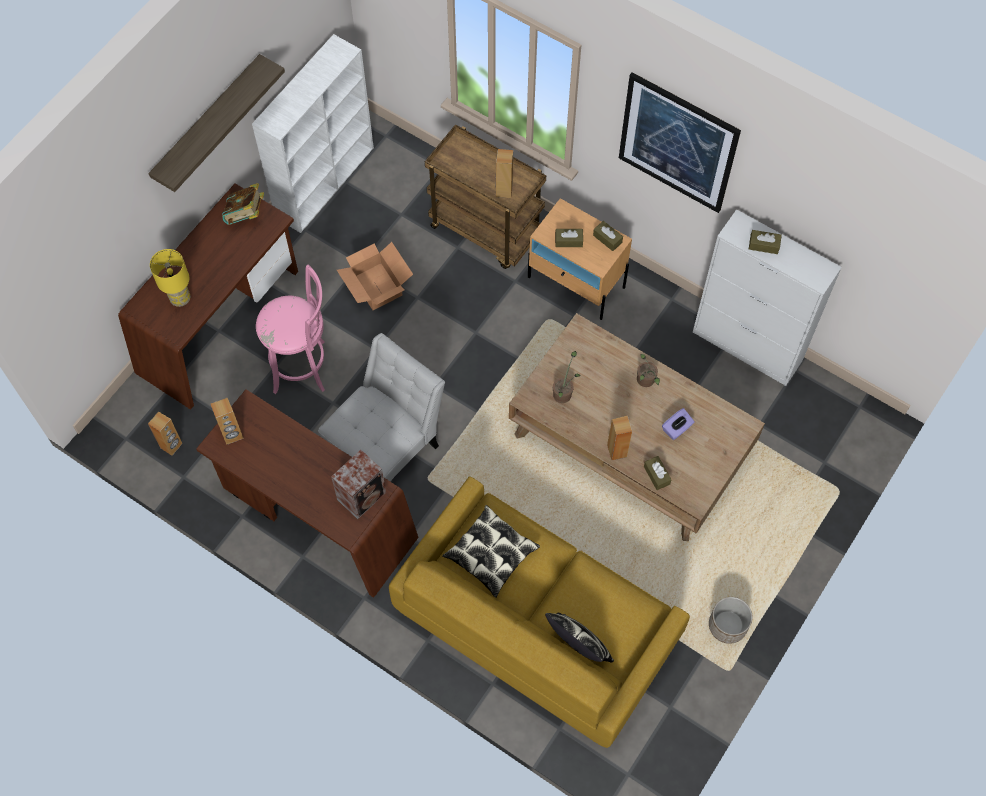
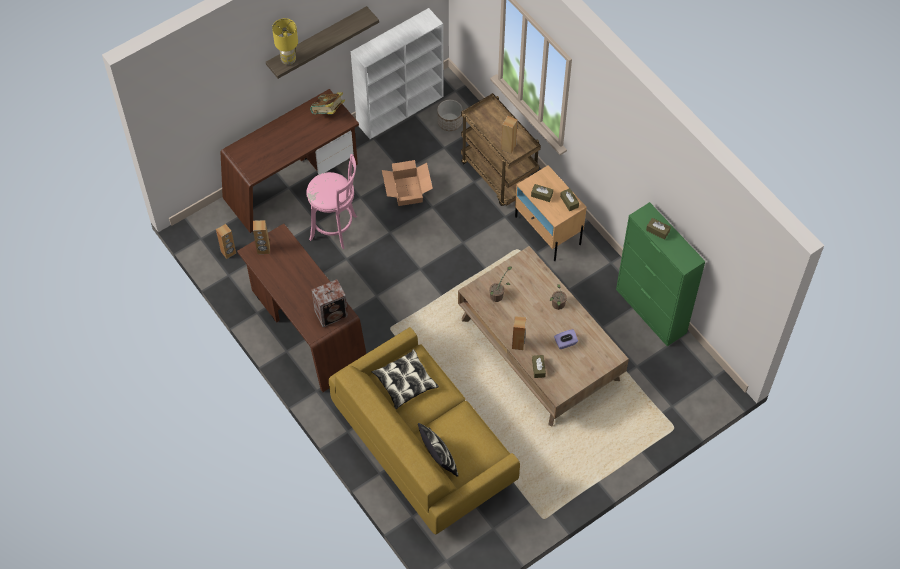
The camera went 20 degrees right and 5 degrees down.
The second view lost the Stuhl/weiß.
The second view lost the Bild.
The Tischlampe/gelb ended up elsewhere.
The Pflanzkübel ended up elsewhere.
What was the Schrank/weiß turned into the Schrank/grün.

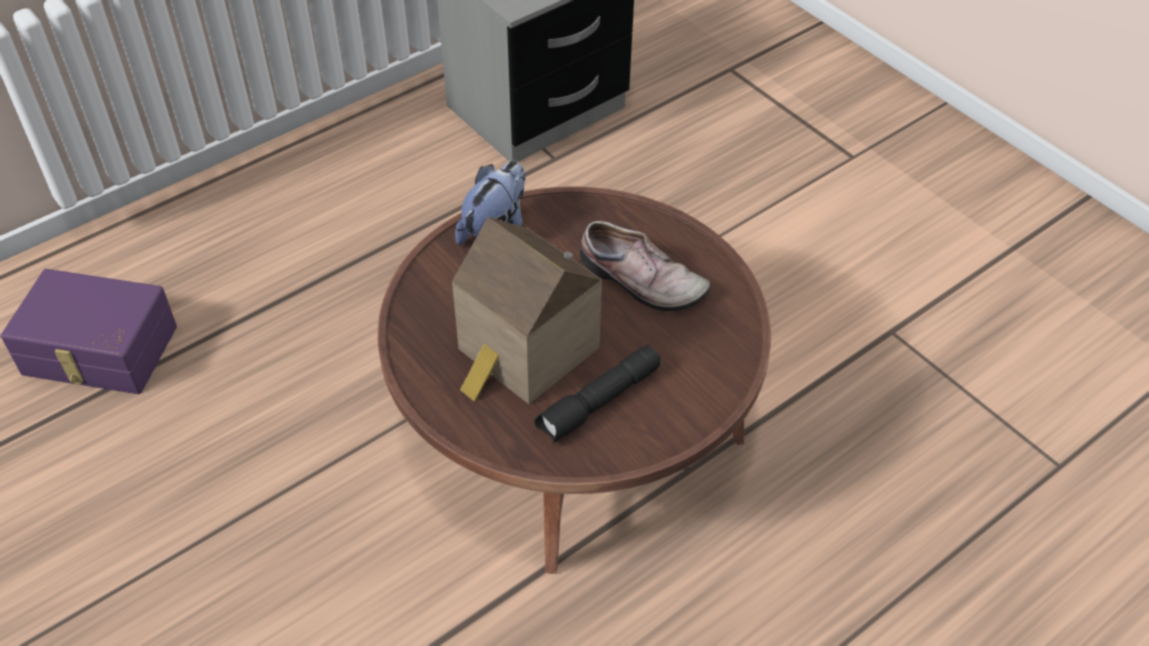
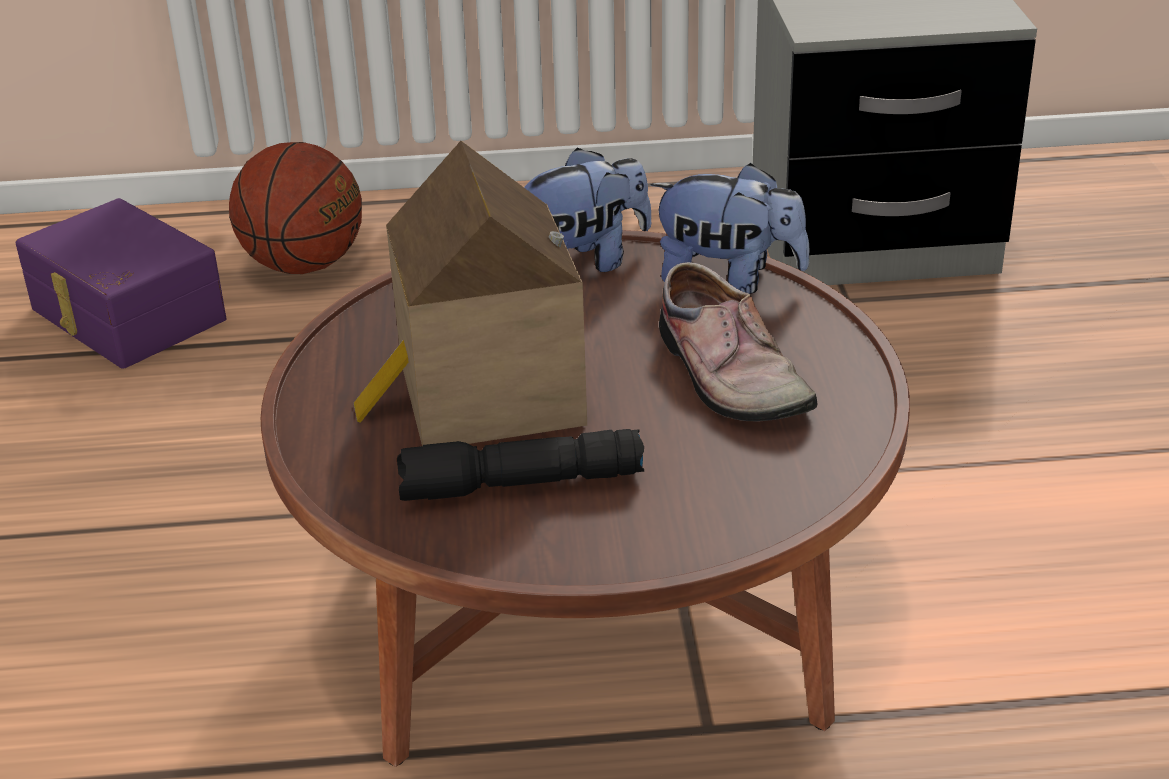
The camera went 35 degrees right and 15 degrees down.
The second view gained the Basketball.
The second view gained the Plüschtier (2nd from left).

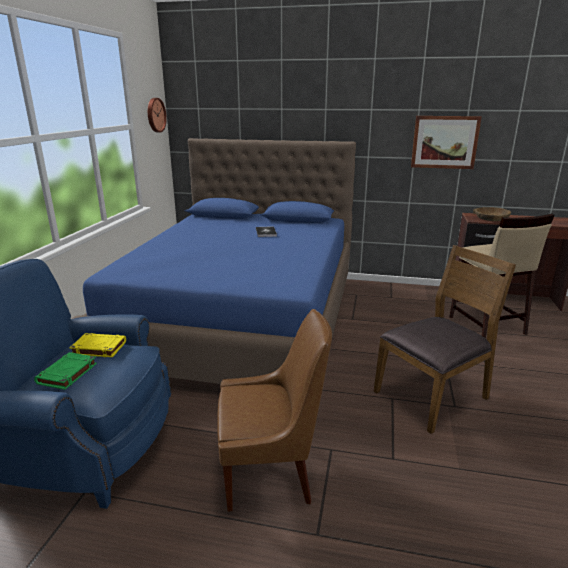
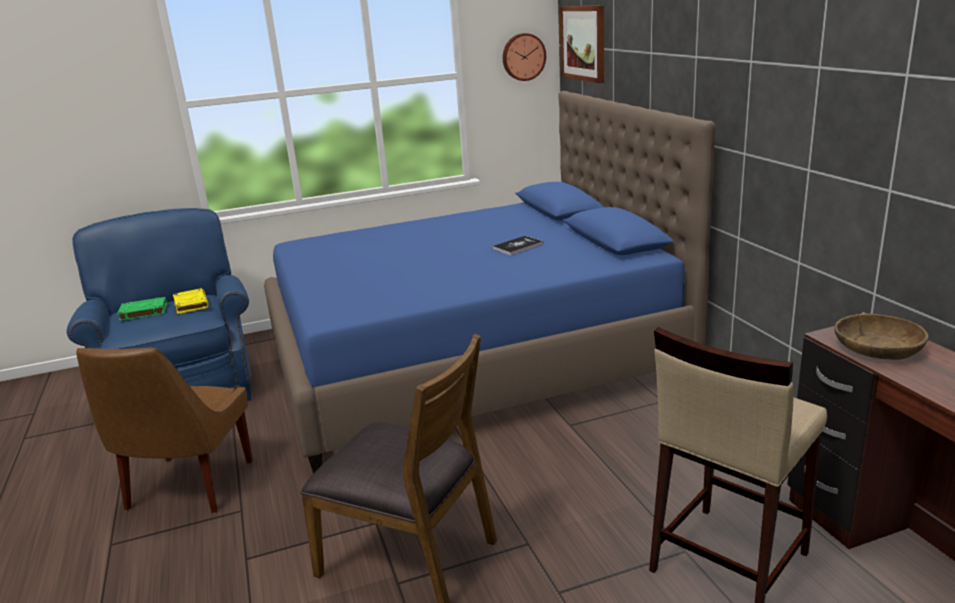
The camera went 60 degrees right and 0 degrees up.
The Bild ended up elsewhere.
The Stuhl/braun (1st from left) ended up facing another way, 45 degrees clockwise from before.

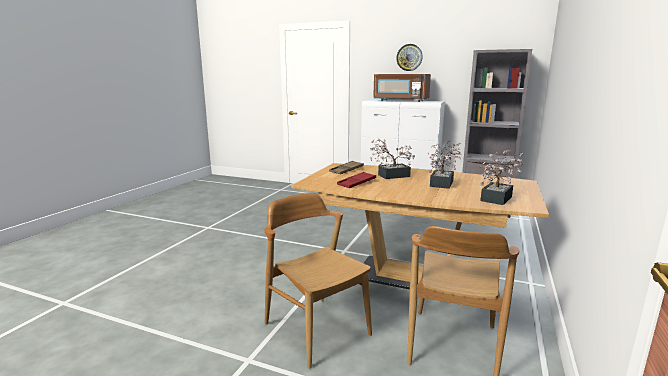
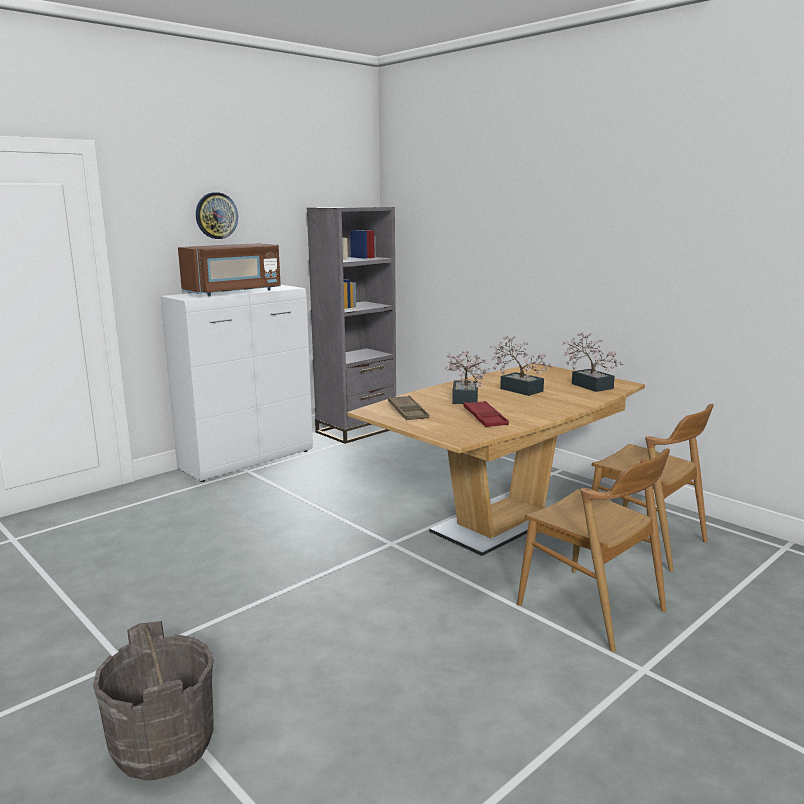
The camera went 65 degrees left and 0 degrees up.
The second view gained the Eimer/grau.
The Stuhl/braun (1st from left) ended up facing another way, 120 degrees counterclockwise from before.

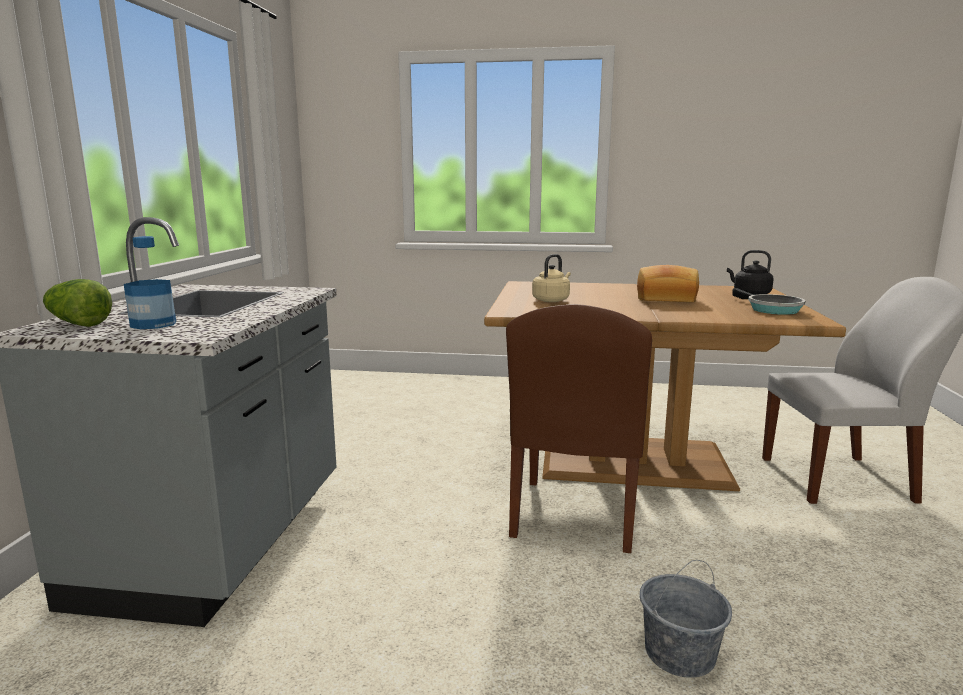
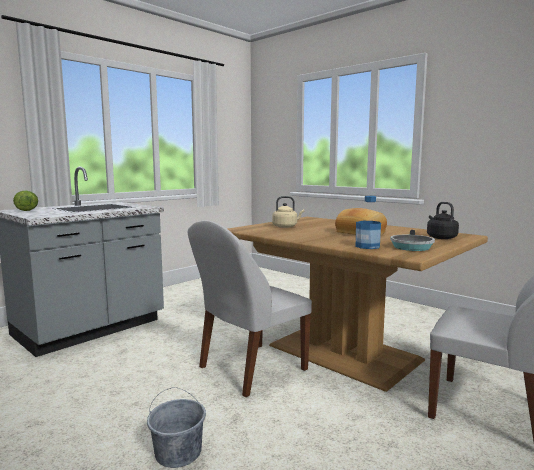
The camera went 35 degrees right and 5 degrees down.
The Flasche ended up elsewhere.
What was the Stuhl/braun turned into the Stuhl/weiß (1st from left).

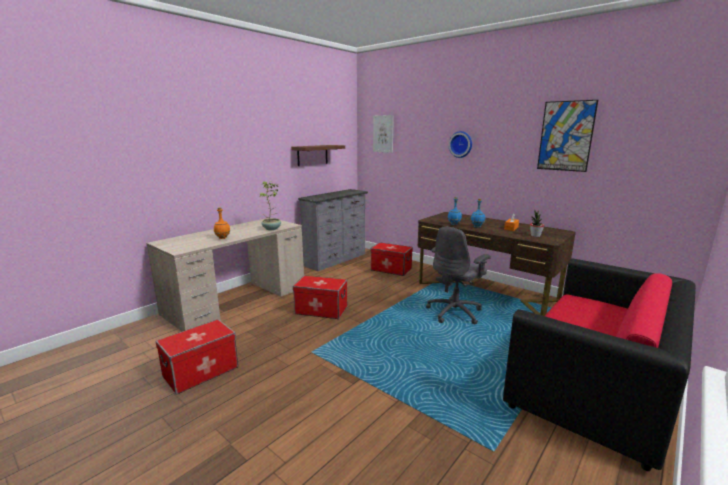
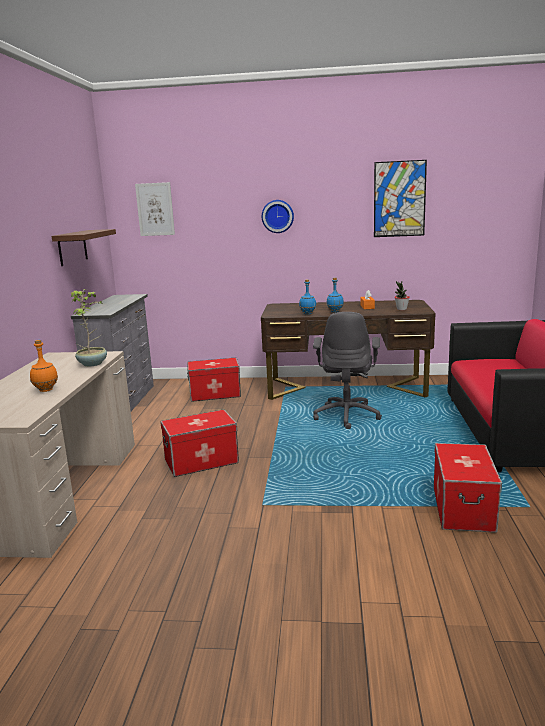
The camera went 35 degrees left and 0 degrees up.
The Aufbewahrungsbox (1st from left in the first image) ended up elsewhere.

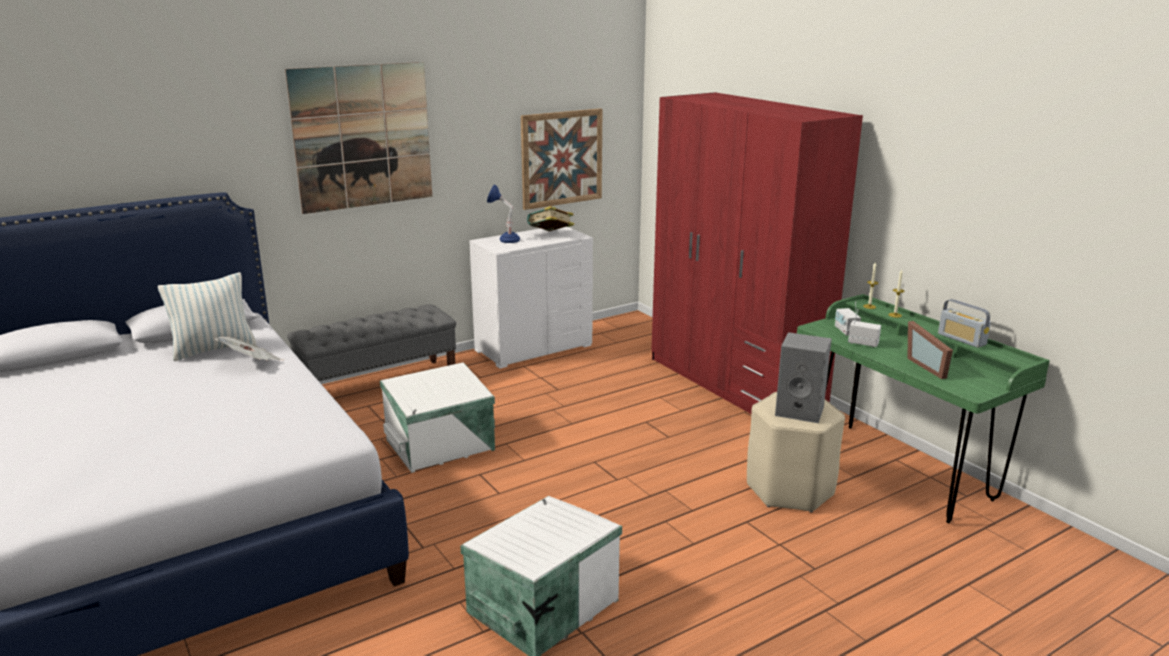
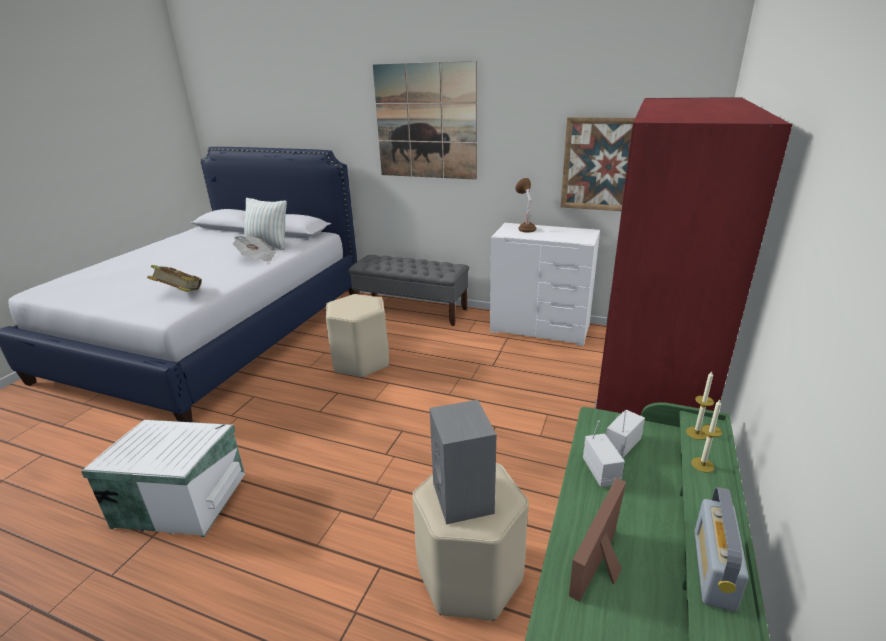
The camera went 55 degrees right and 5 degrees up.
The Buch ended up elsewhere.
Where the Aufbewahrungsbox/weiß (1st from left) stood, the Hocker/beige (1st from left) came to stand.
What was the Tischlampe/blau turned into the Tischlampe/braun.

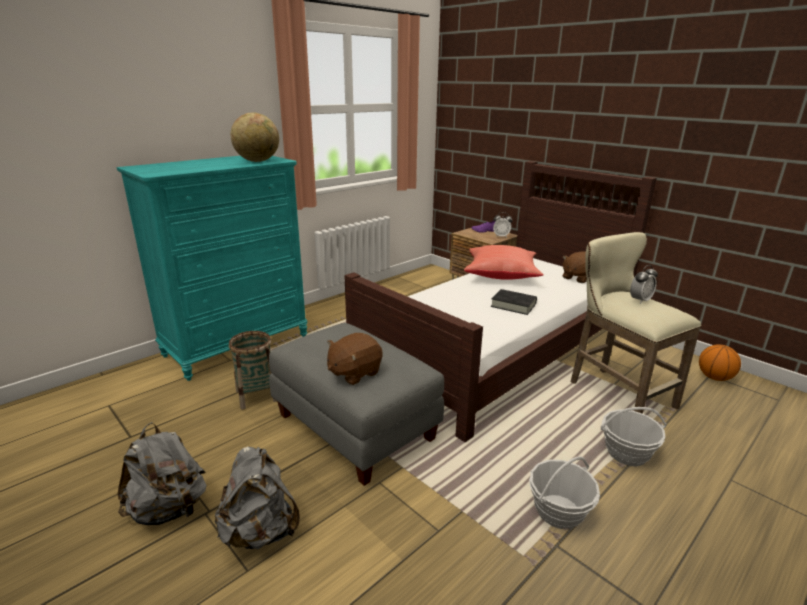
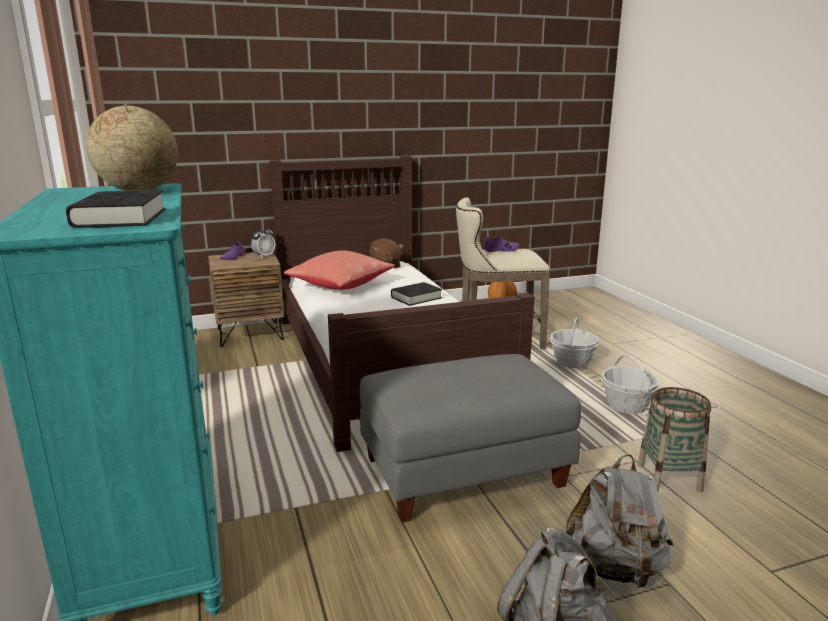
The camera went 65 degrees left and 5 degrees down.
The second view lost the Plüschtier/braun (1st from left).
The second view gained the Buch/schwarz (1st from left).
The Korb (1st from left in the first image) ended up elsewhere.
Where the Wecker (2nd from left) stood, the Schuh/lila (2nd from left) came to stand.

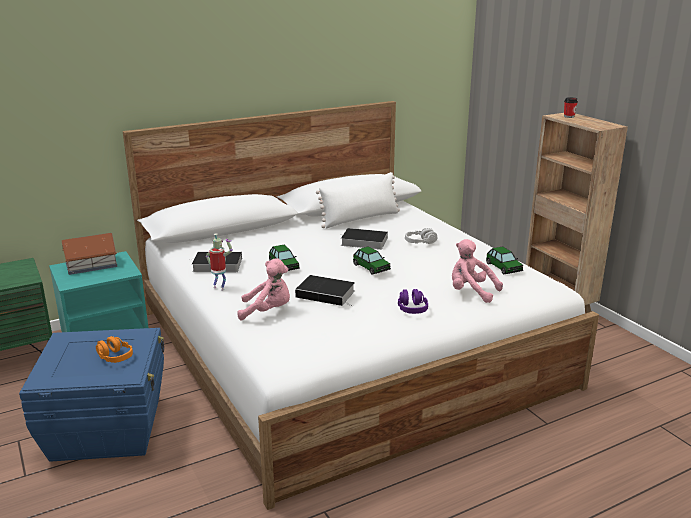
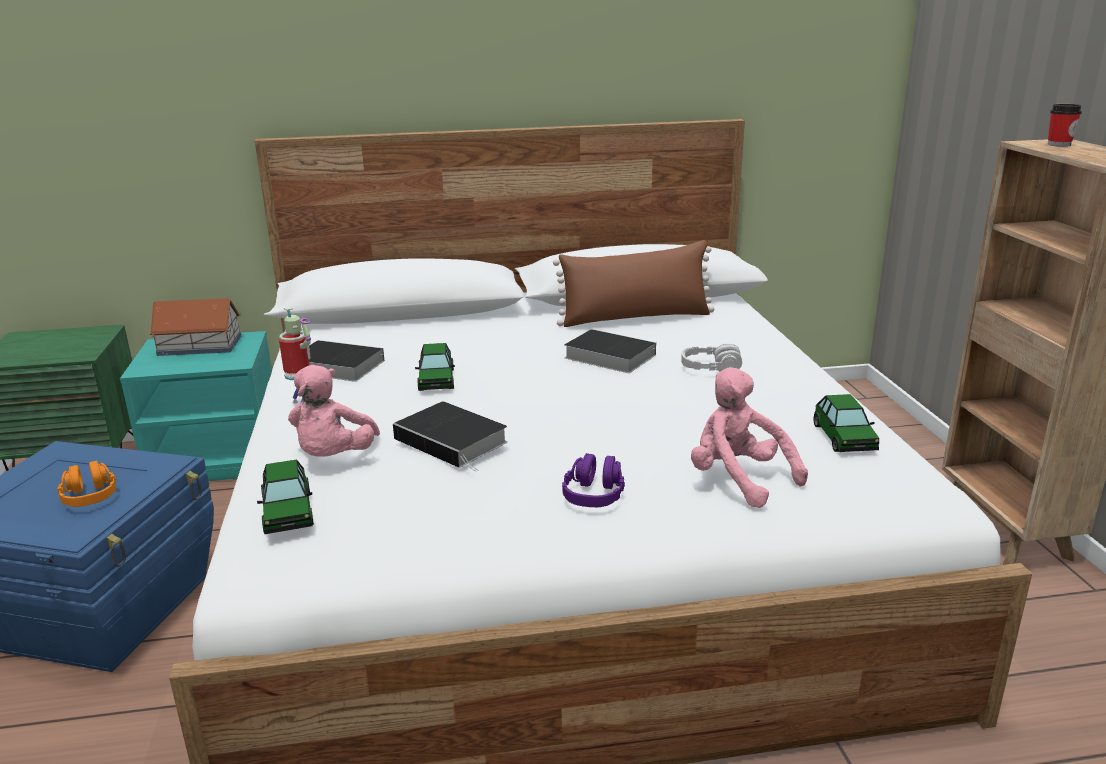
The camera went 20 degrees right and 0 degrees up.
The Spielzeugauto (2nd from left in the first image) ended up elsewhere.
What was the Kissen/weiß turned into the Kissen/braun.
The Plüschtier/rosa (1st from left) ended up facing another way, 75 degrees clockwise from before.

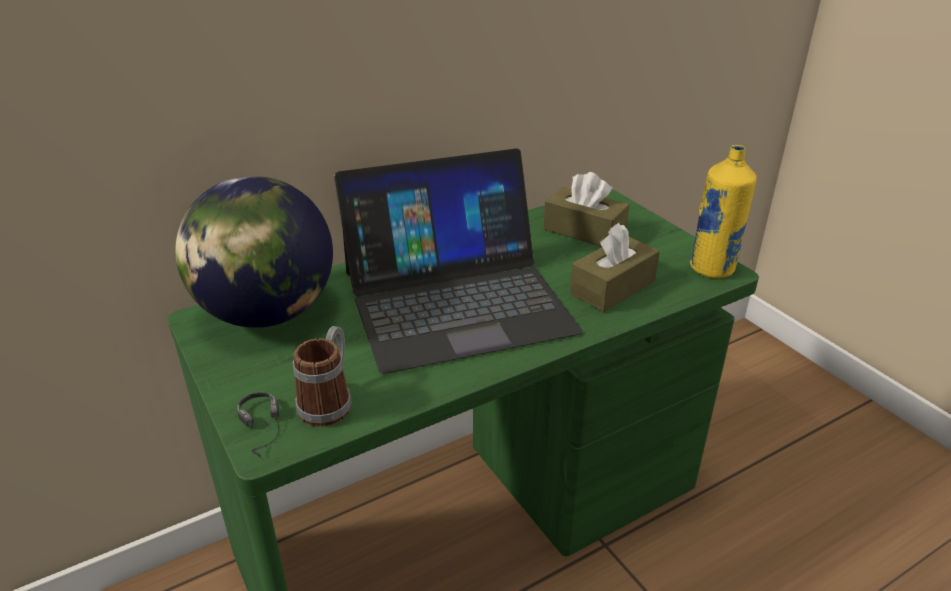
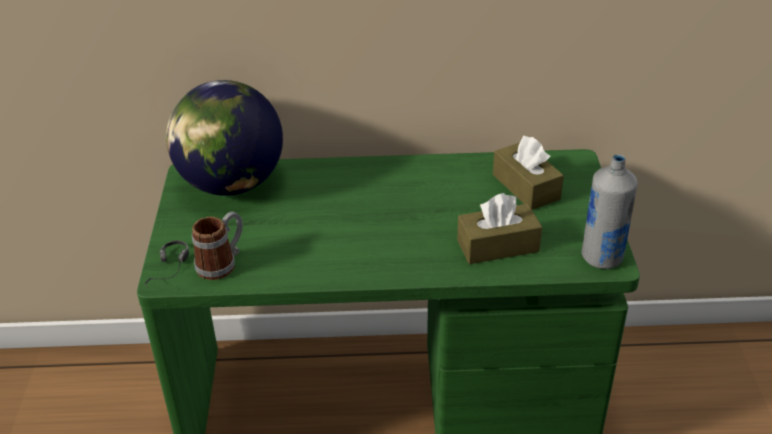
The camera went 30 degrees right and 5 degrees up.
The second view lost the Laptop.
What was the Flasche/gelb turned into the Flasche/grau.

